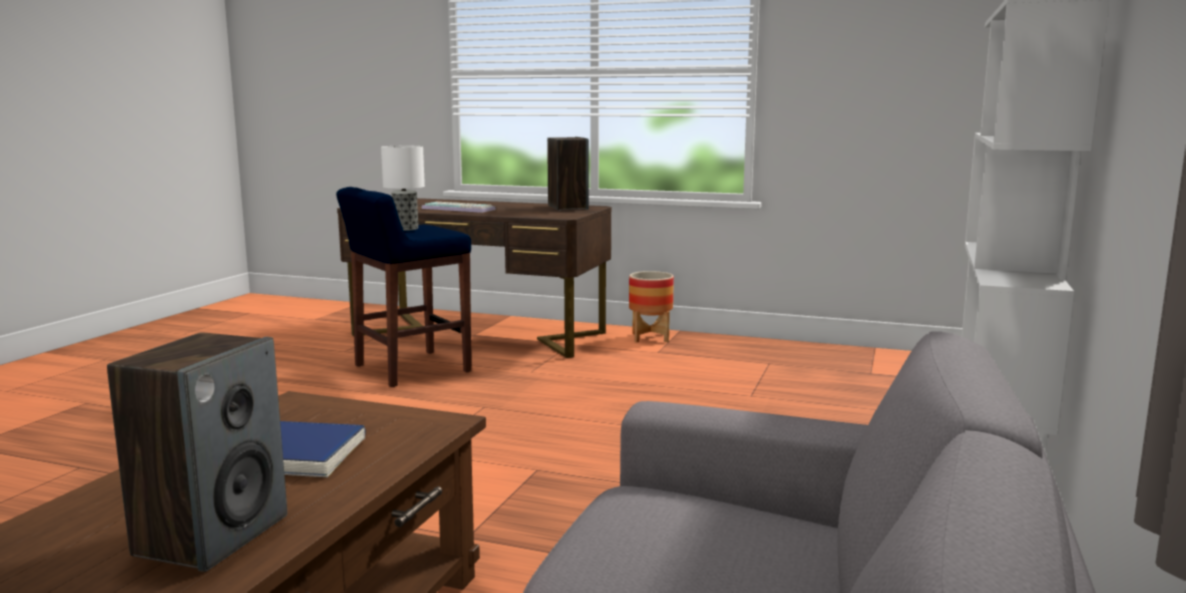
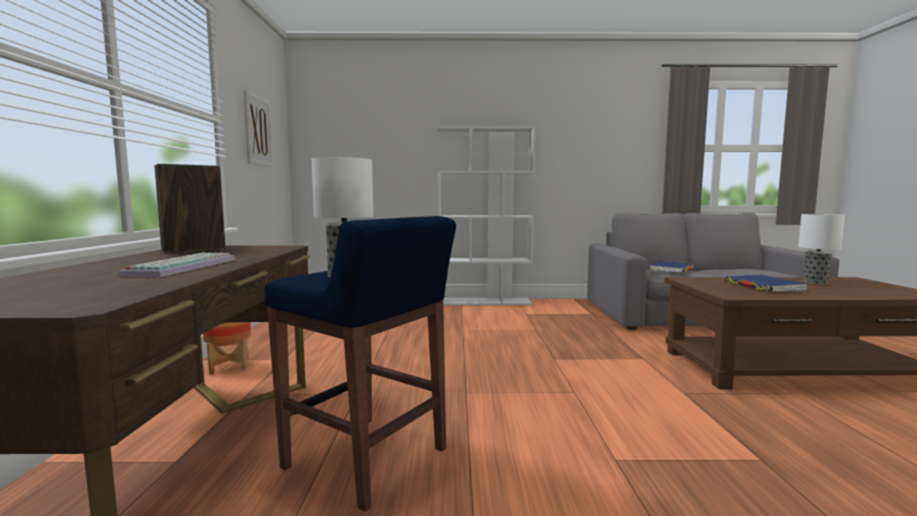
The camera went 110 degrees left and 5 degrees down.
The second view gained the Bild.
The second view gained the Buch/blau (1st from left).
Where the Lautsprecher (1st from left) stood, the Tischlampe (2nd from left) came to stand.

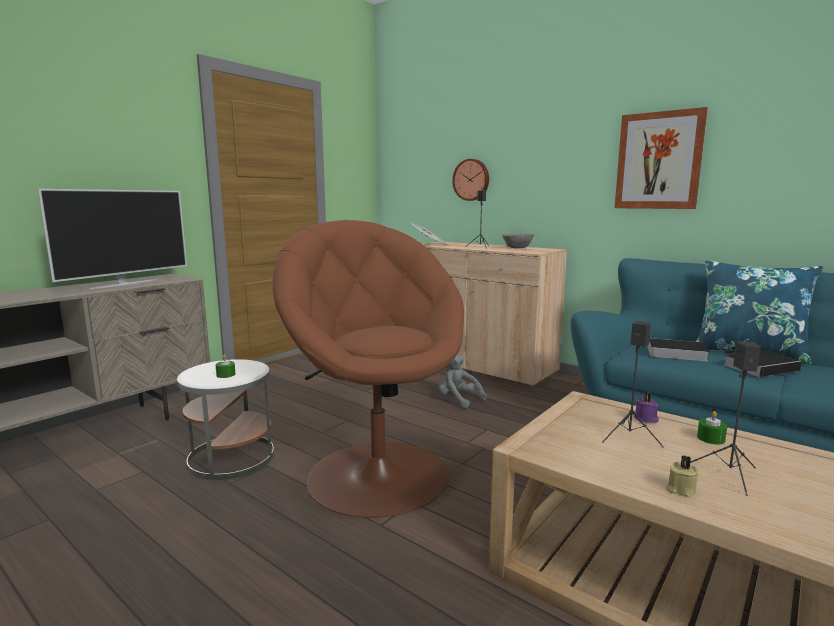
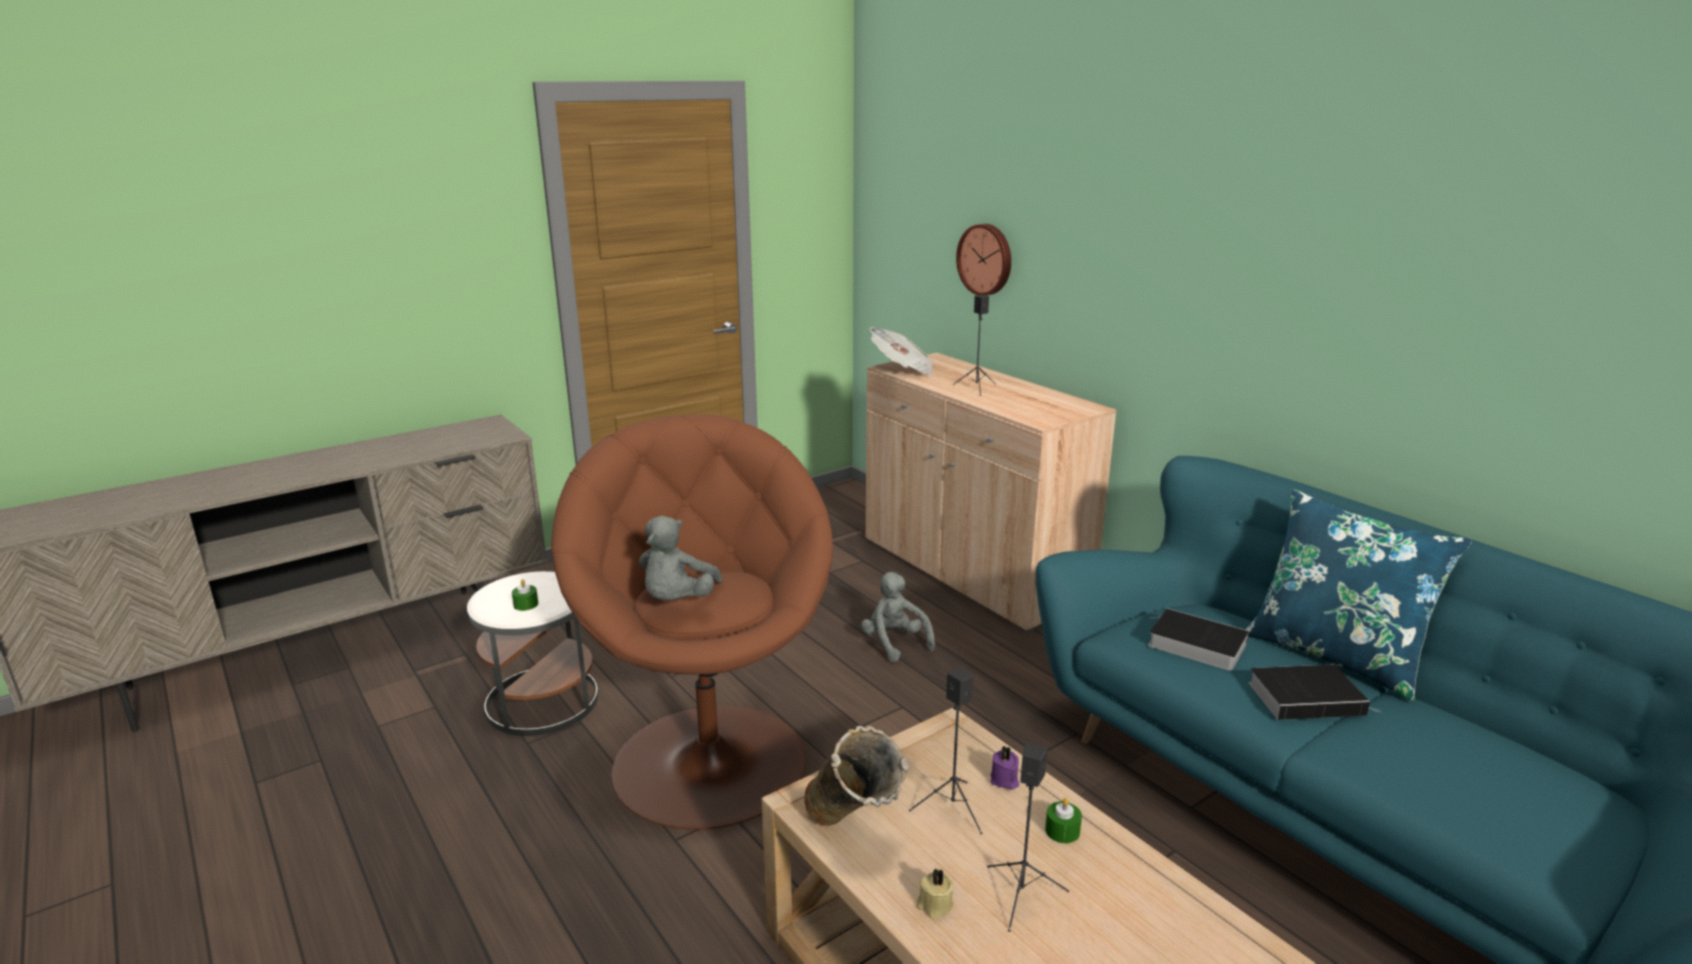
The camera went 15 degrees right and 10 degrees up.
The second view lost the Fernseher.
The second view lost the Schüssel/grau.
The second view lost the Bild.
The second view gained the Plüschtier/grau (1st from left).
The second view gained the Vase/beige.

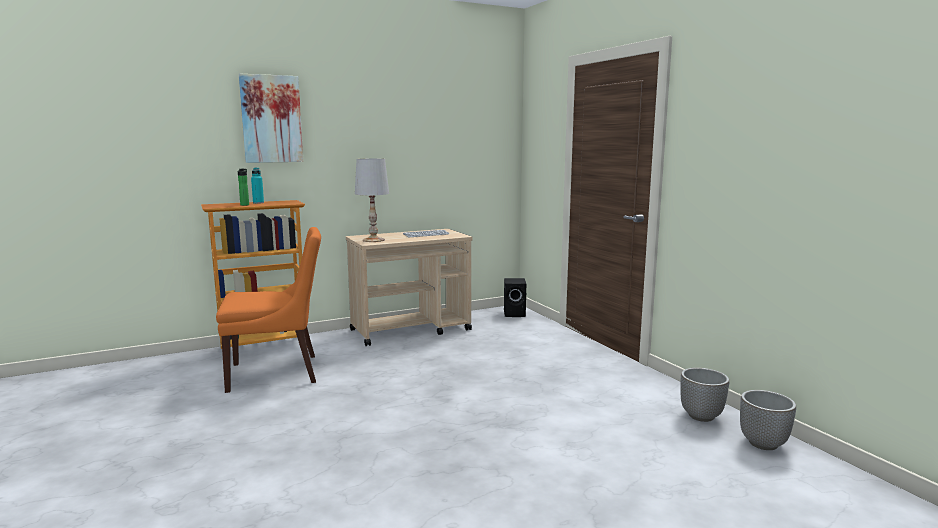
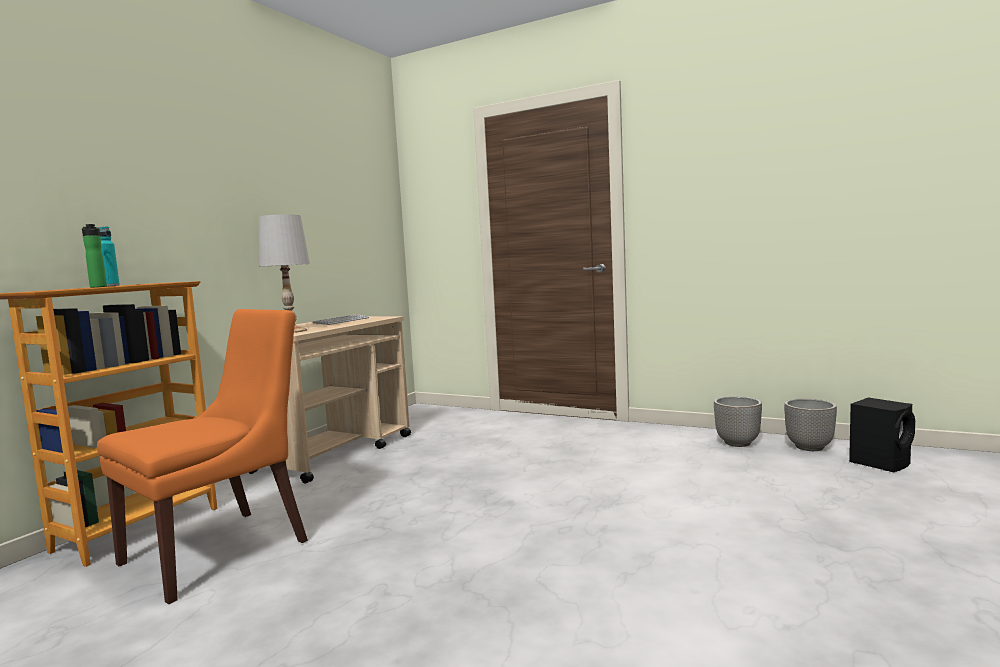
The camera went 35 degrees left and 5 degrees down.
The second view lost the Bild.
The Lautsprecher/schwarz ended up elsewhere.

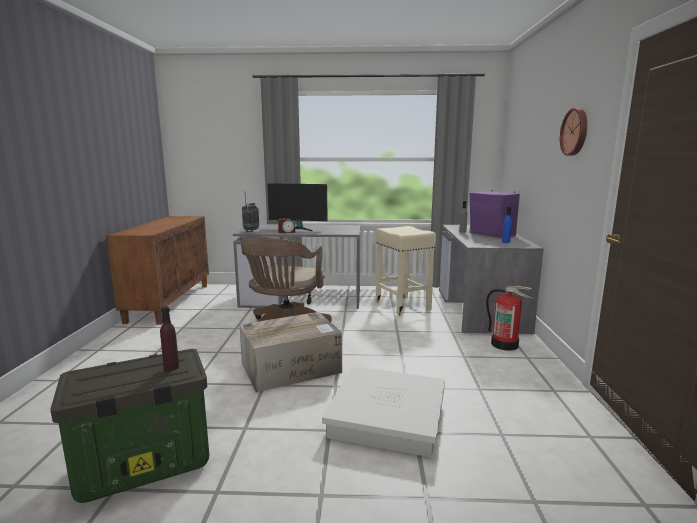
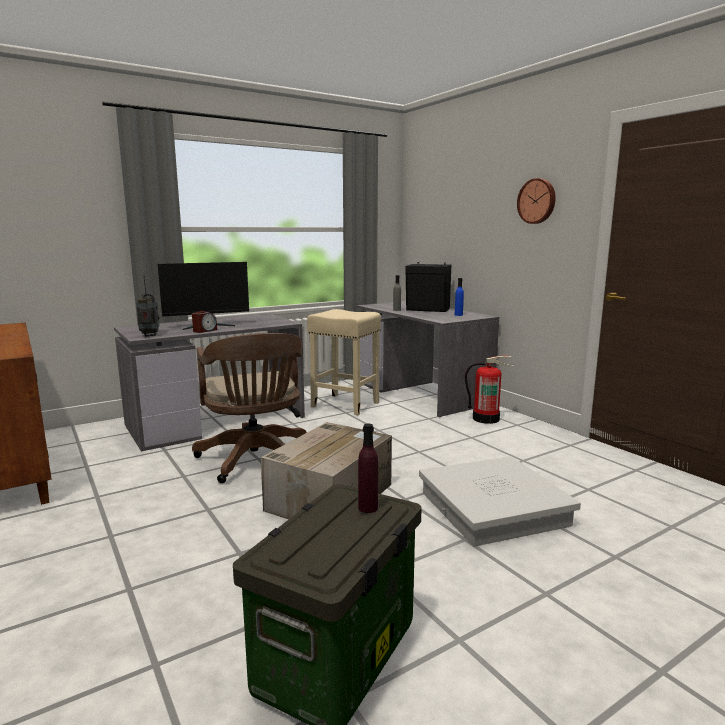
The camera went 35 degrees left and 0 degrees up.
What was the Lautsprecher/lila turned into the Lautsprecher/schwarz.

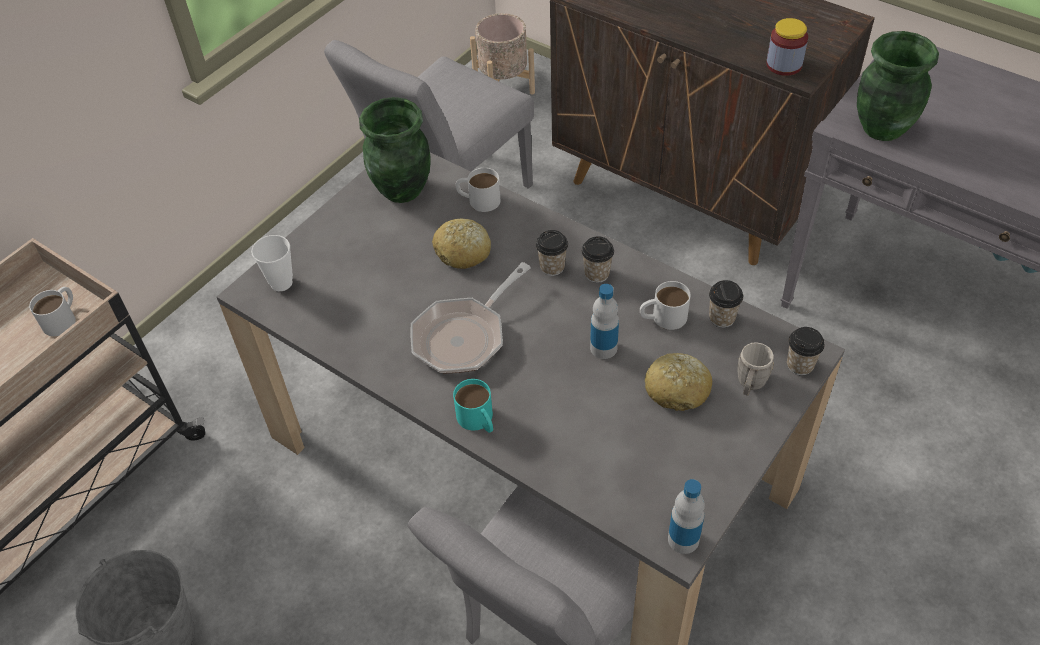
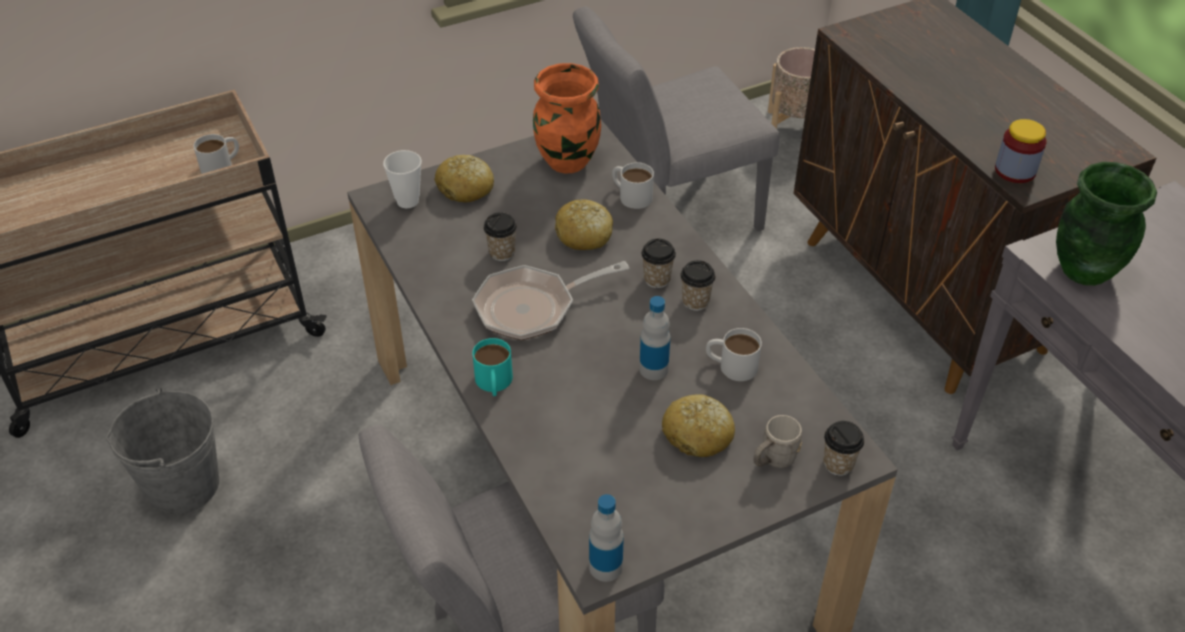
The camera went 25 degrees right and 5 degrees down.
The second view gained the Brot (1st from left).
The Tasse (4th from left in the first image) ended up elsewhere.
What was the Vase/grün (1st from left) turned into the Vase/orange.

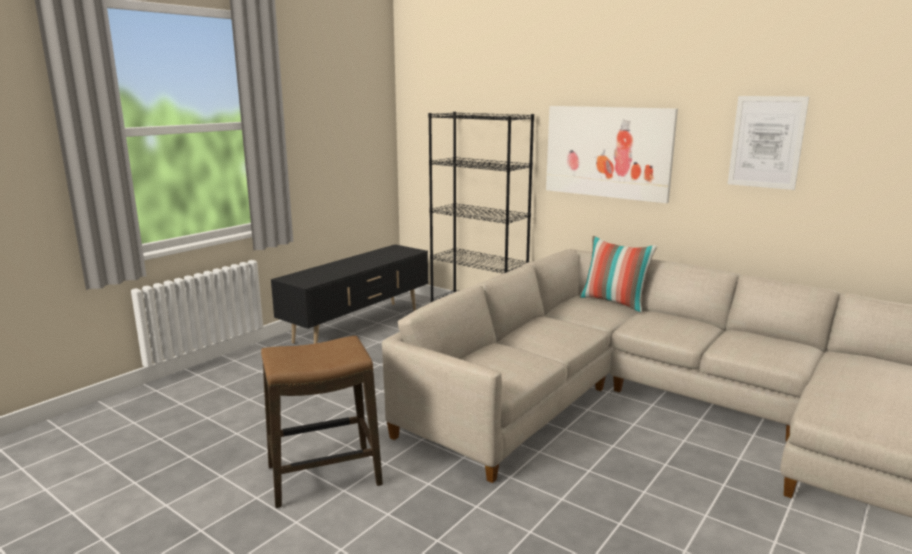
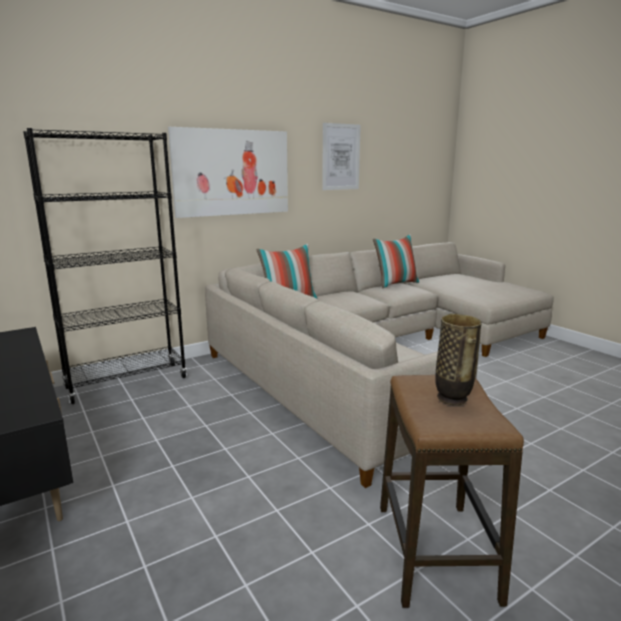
The camera went 70 degrees left and 0 degrees up.
The second view gained the Kissen (2nd from left).
The second view gained the Vase.

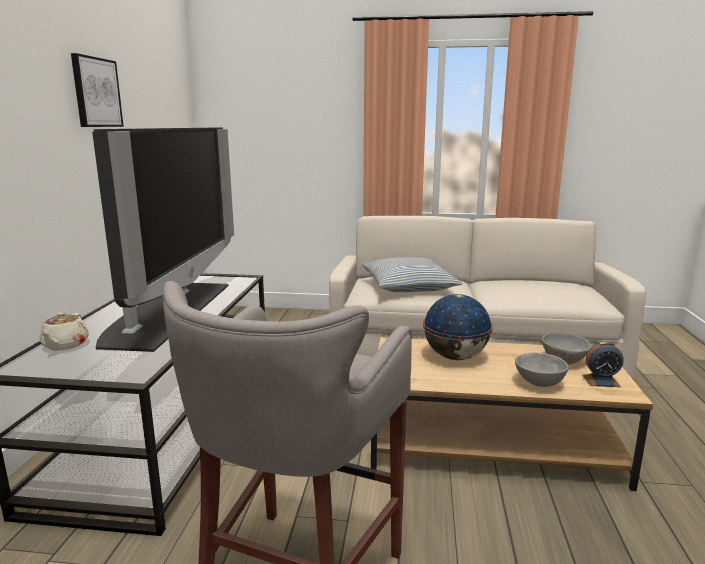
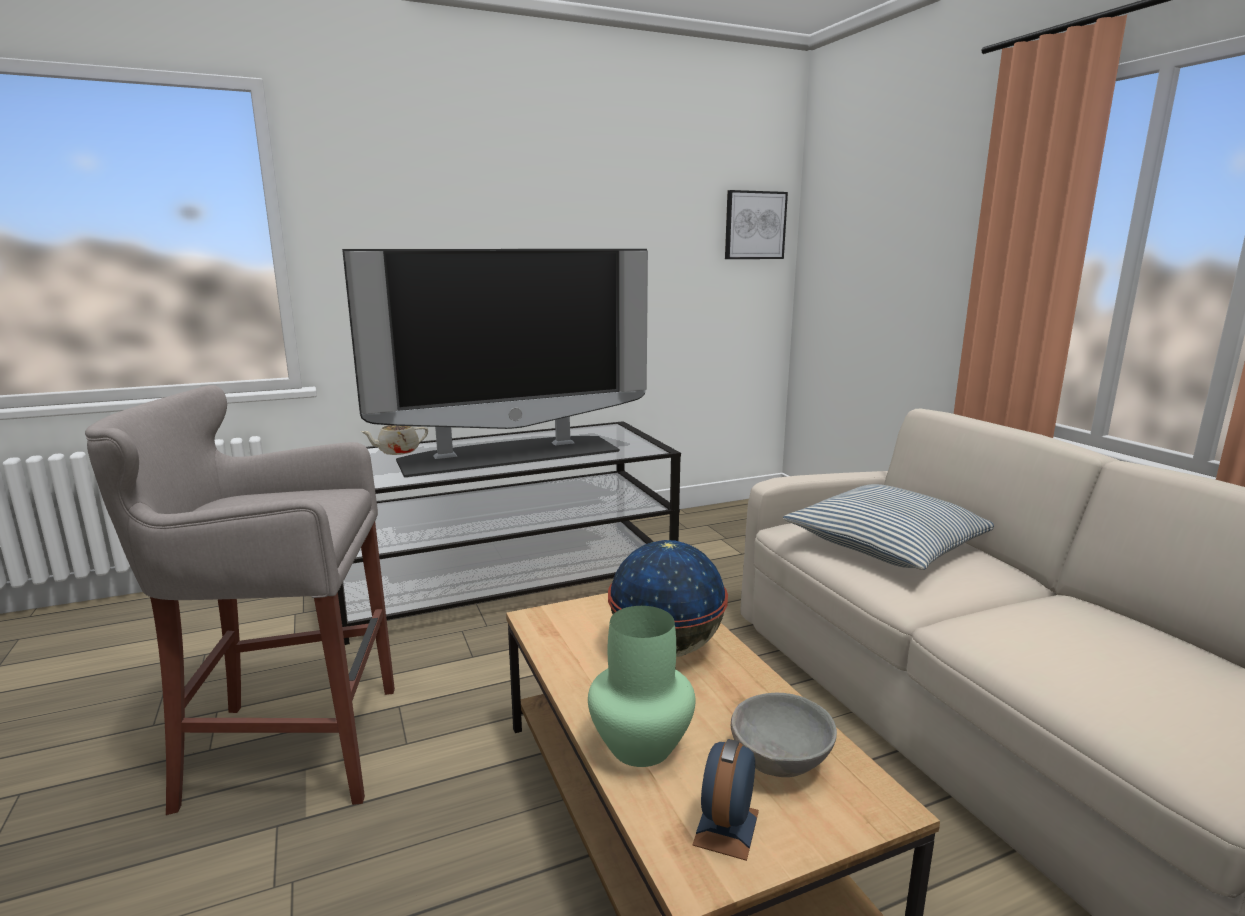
The camera went 60 degrees right and 0 degrees up.
The Bild ended up elsewhere.
Where the Schüssel/grau (1st from left) stood, the Vase/grün came to stand.
The Wecker ended up facing another way, 45 degrees clockwise from before.

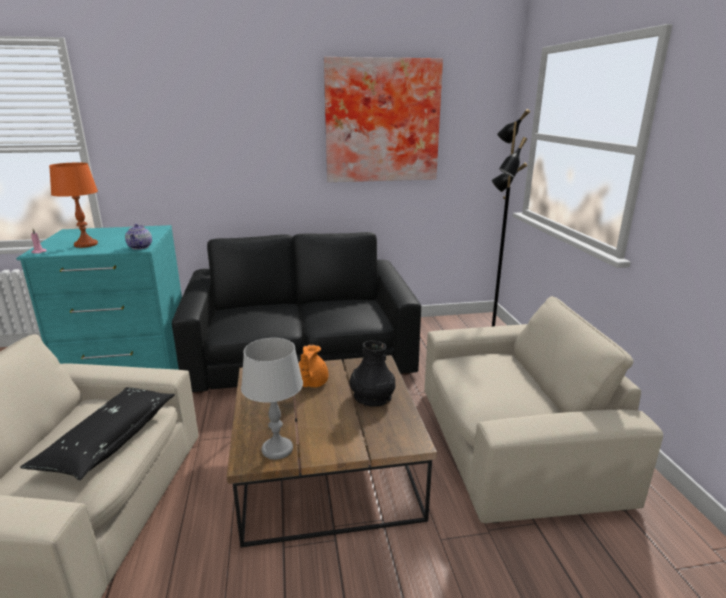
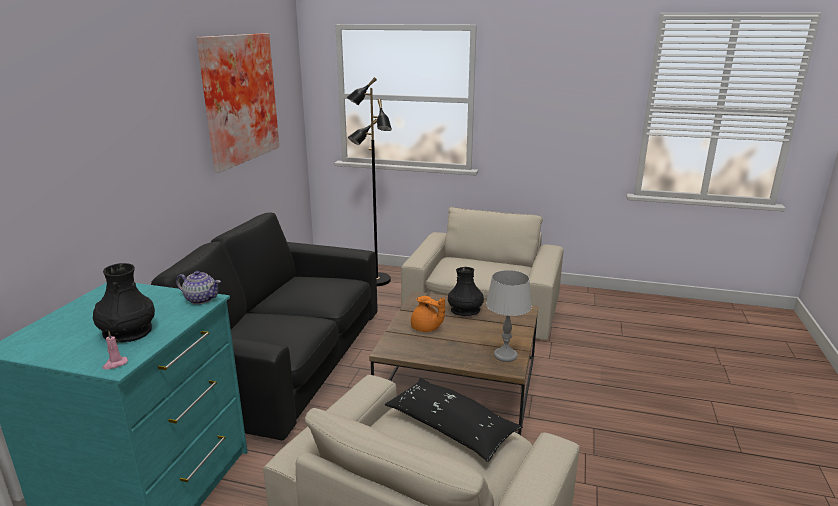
The camera went 65 degrees left and 0 degrees up.
Where the Tischlampe/orange stood, the Vase/schwarz (1st from left) came to stand.

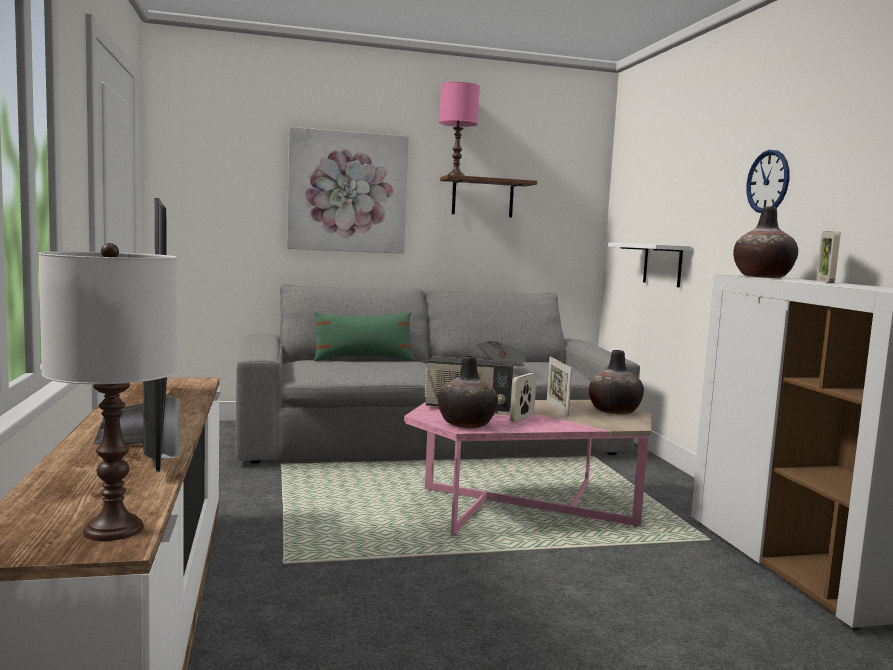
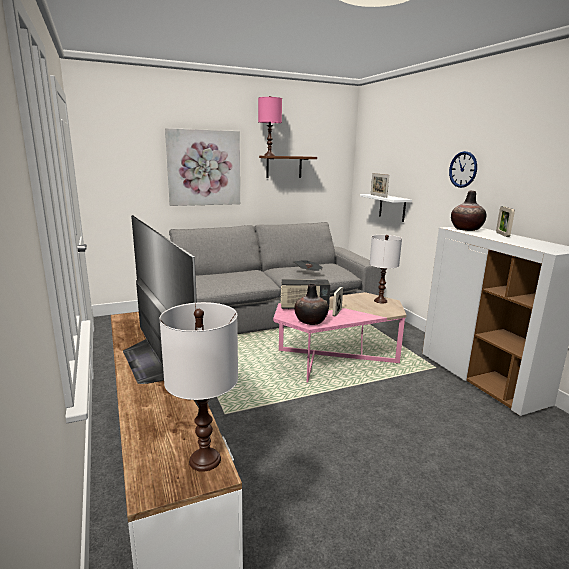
The camera went 10 degrees left and 10 degrees up.
The second view lost the Kissen/grün.
The Bilderrahmen (2nd from left) ended up elsewhere.
Where the Vase (2nd from left) stood, the Tischlampe/weiß (2nd from left) came to stand.

